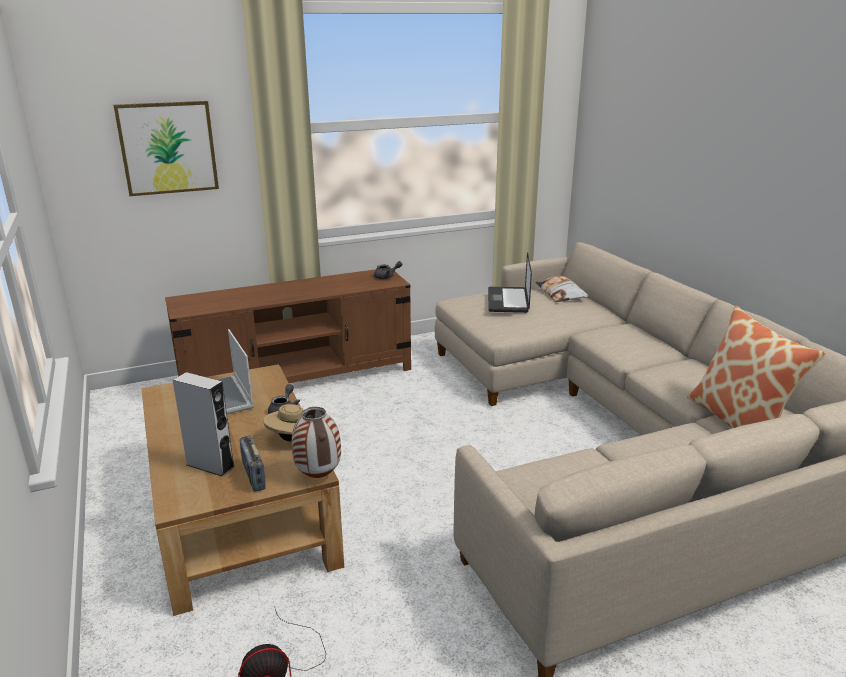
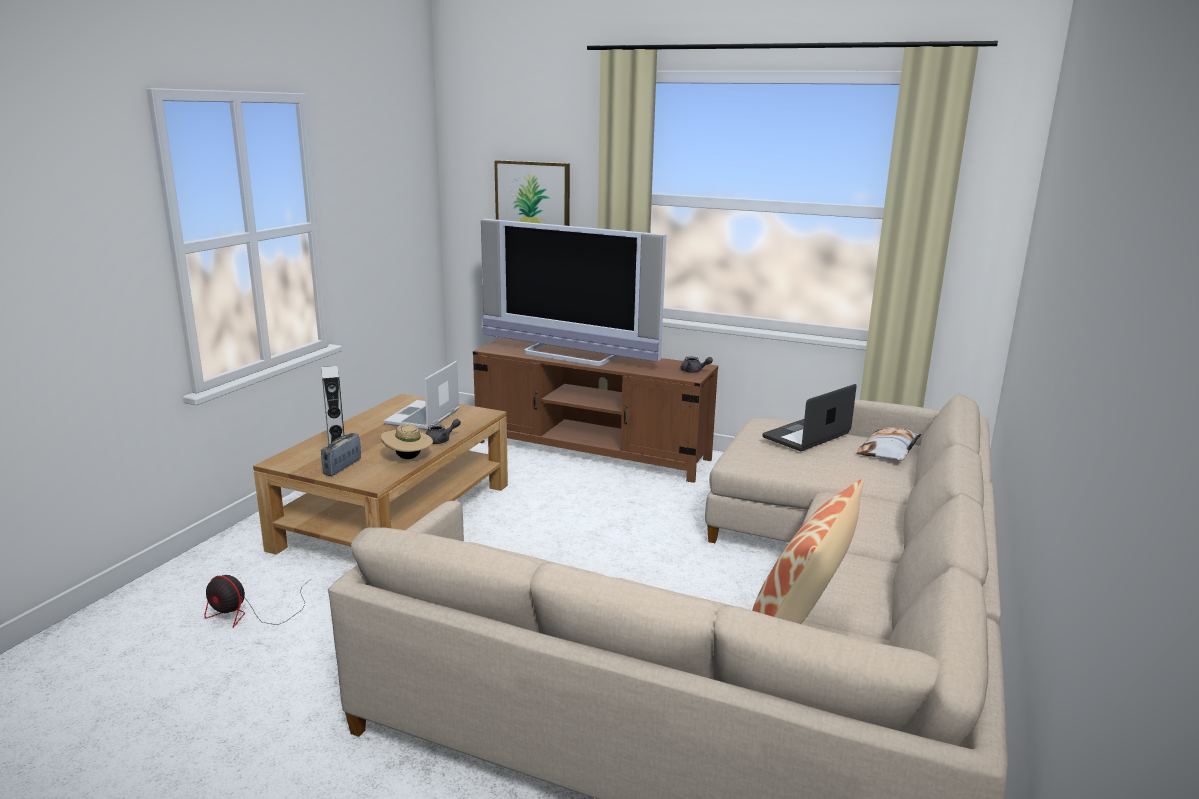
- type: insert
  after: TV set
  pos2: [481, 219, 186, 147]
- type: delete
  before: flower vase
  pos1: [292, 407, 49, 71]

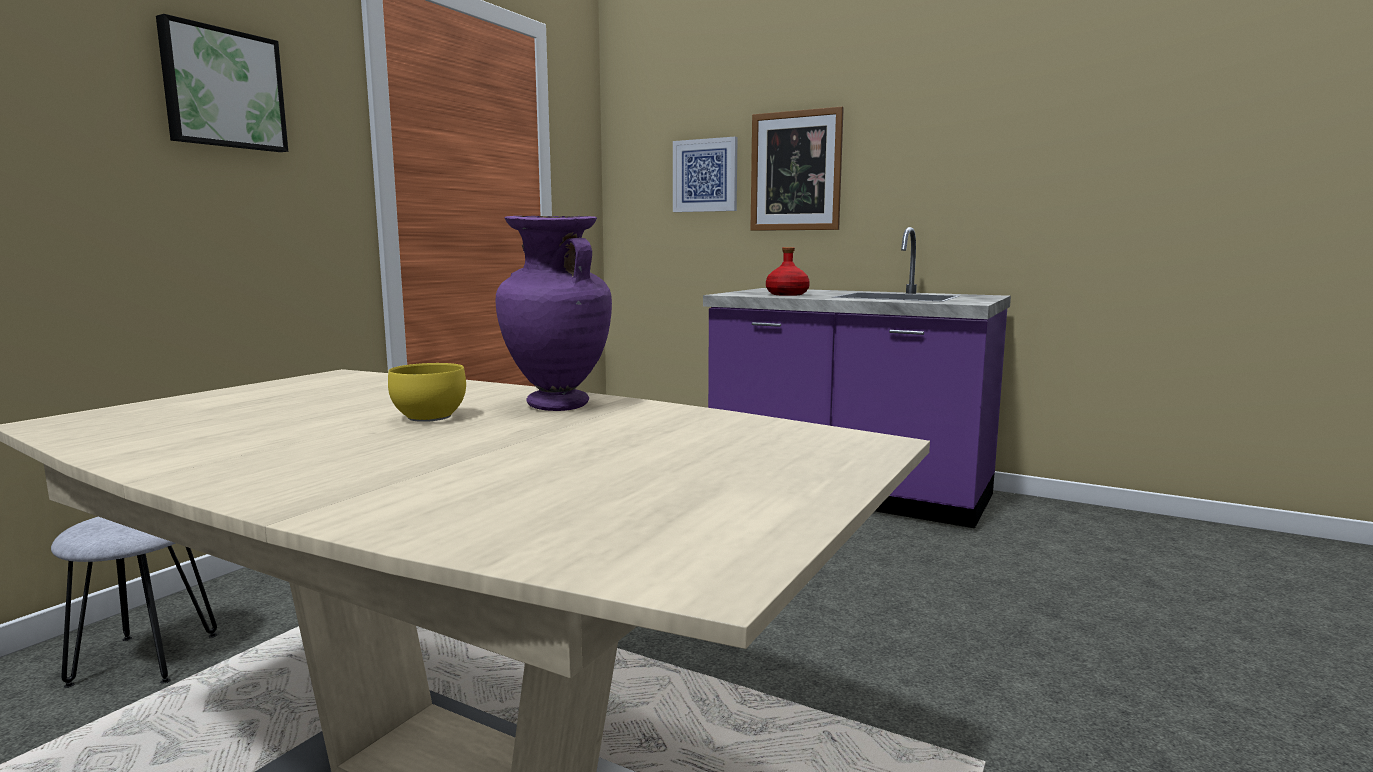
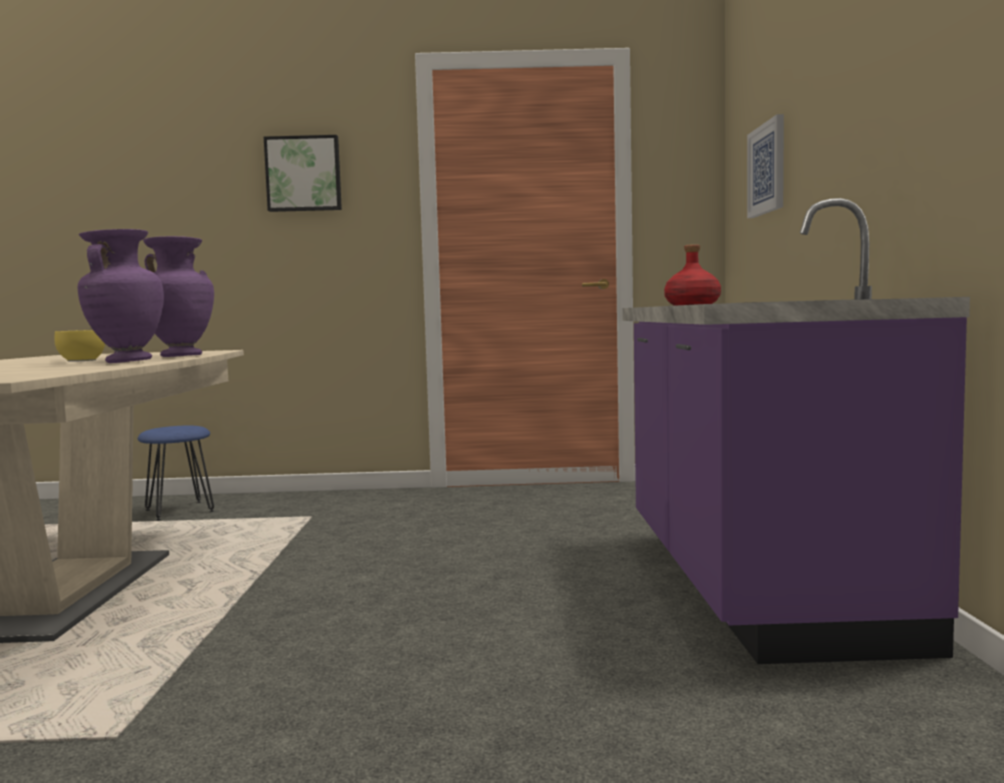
- type: recolor
  before: gray sitting stool
  after: bluish sitting stool
  pos1: [51, 517, 166, 171]
  pos2: [138, 425, 76, 96]
- type: insert
  after: purple flower vase
  pos2: [143, 236, 71, 121]
- type: delete
  before: wall art
  pos1: [750, 107, 94, 124]

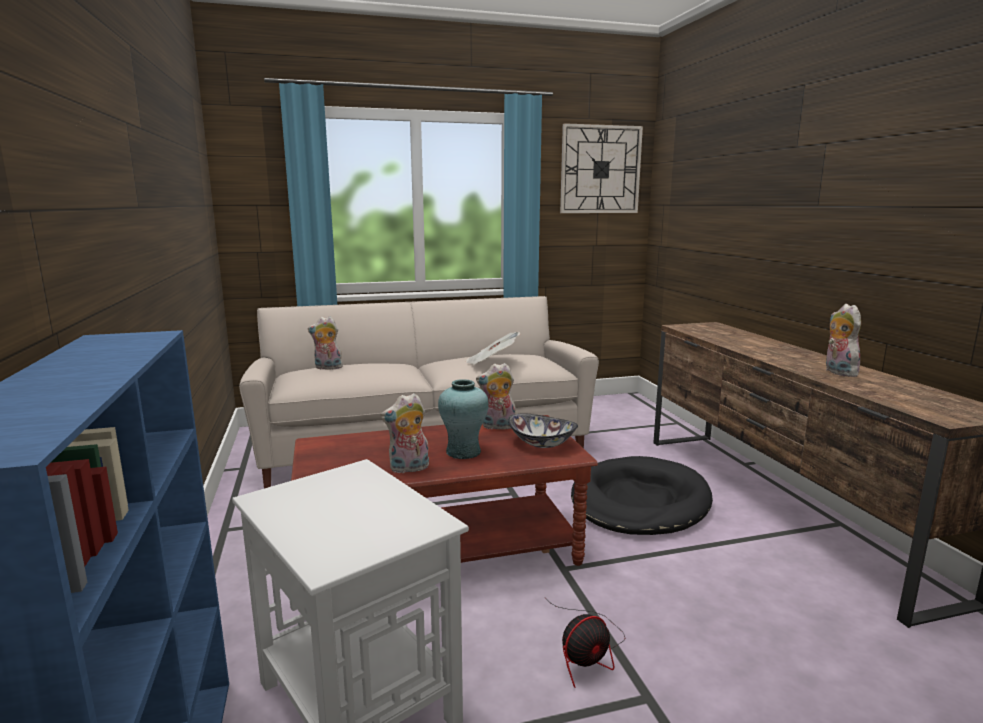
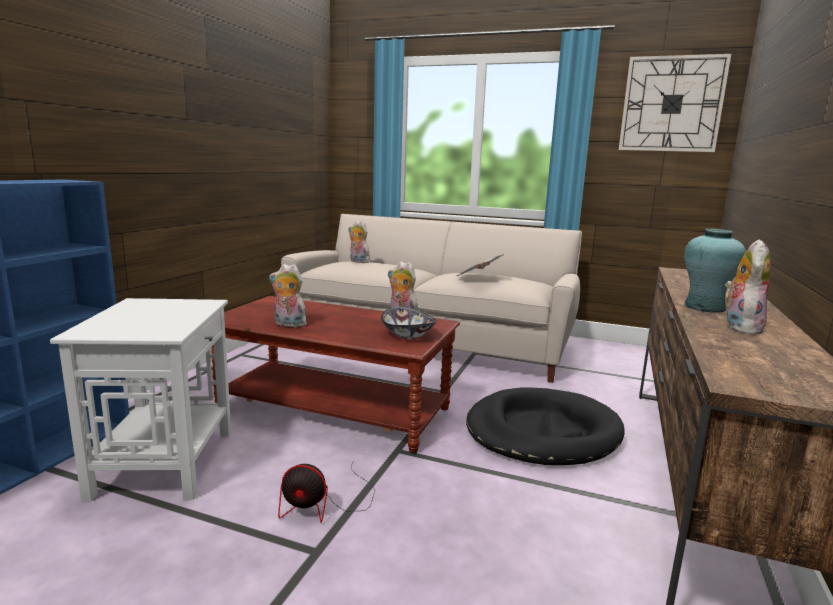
- type: move
  before: blue-green flower vase
  pos1: [438, 379, 51, 80]
  pos2: [684, 229, 62, 84]

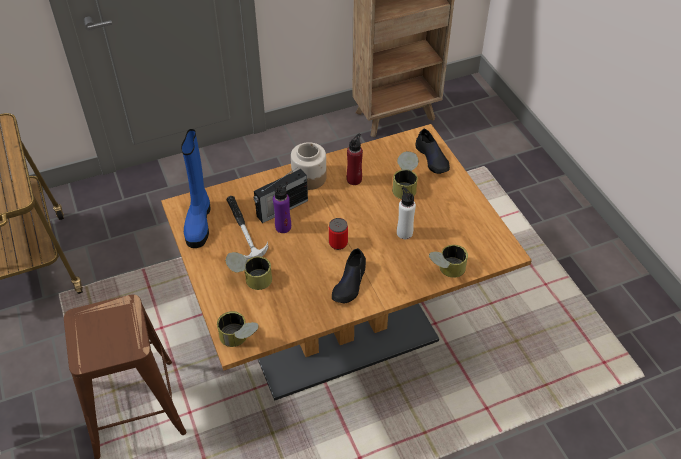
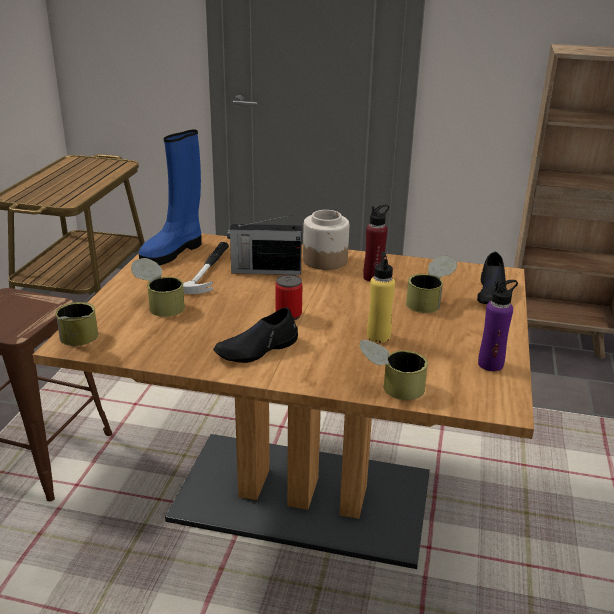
- type: recolor
  before: whitish bottle
  after: yellowish bottle
  pos1: [397, 187, 19, 52]
  pos2: [367, 252, 28, 91]
- type: move
  before: purple bottle
  pos1: [273, 182, 18, 51]
  pos2: [478, 280, 40, 91]

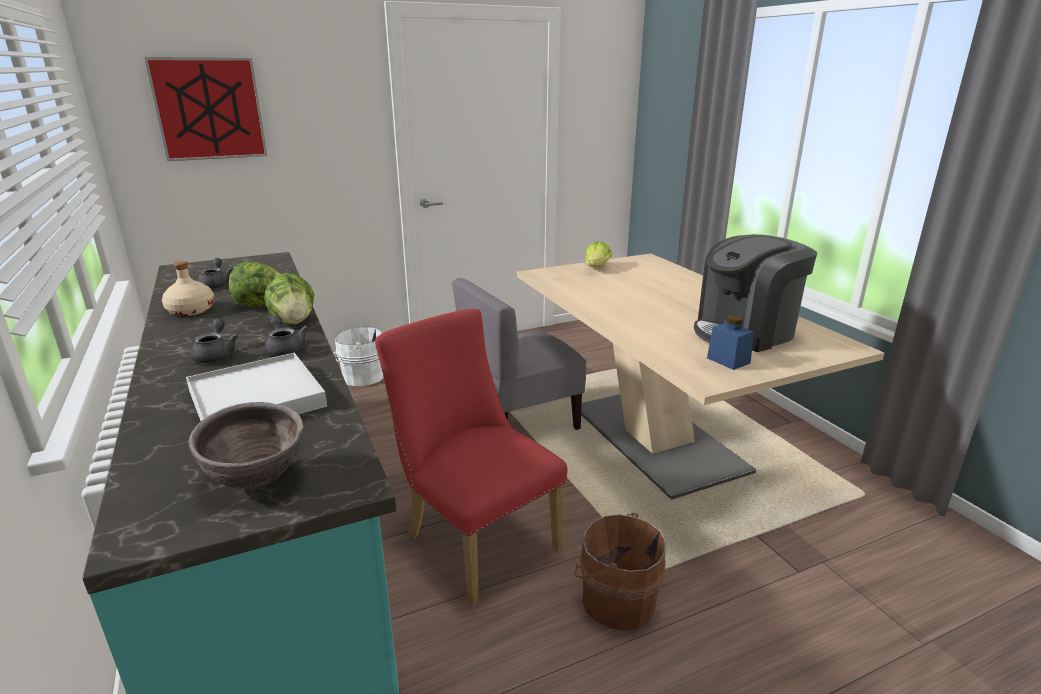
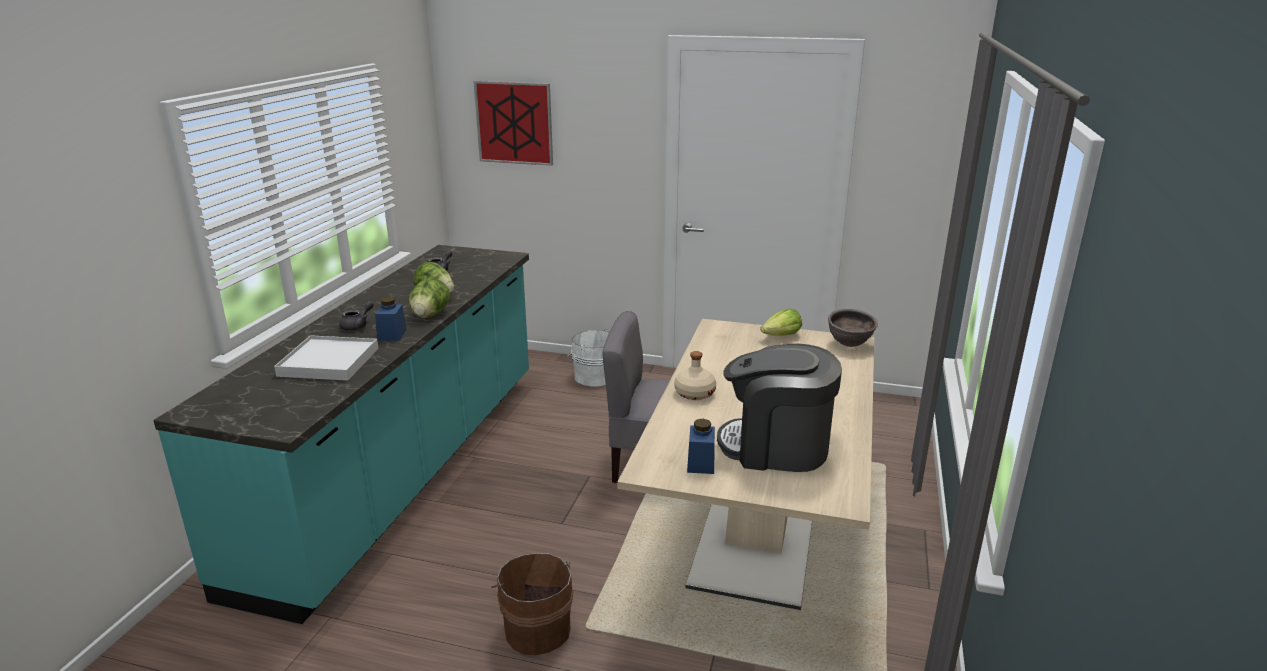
- type: replace
  before: gray pot for tea
  after: bluish jar
  pos1: [265, 315, 43, 42]
  pos2: [375, 297, 32, 44]
- type: move
  before: sand-coloured bottle
  pos1: [162, 261, 53, 55]
  pos2: [674, 351, 42, 49]
- type: move
  before: brownish bowl
  pos1: [189, 402, 115, 87]
  pos2: [828, 309, 50, 38]
- type: delete
  before: red-coloured upright chair
  pos1: [375, 309, 193, 297]

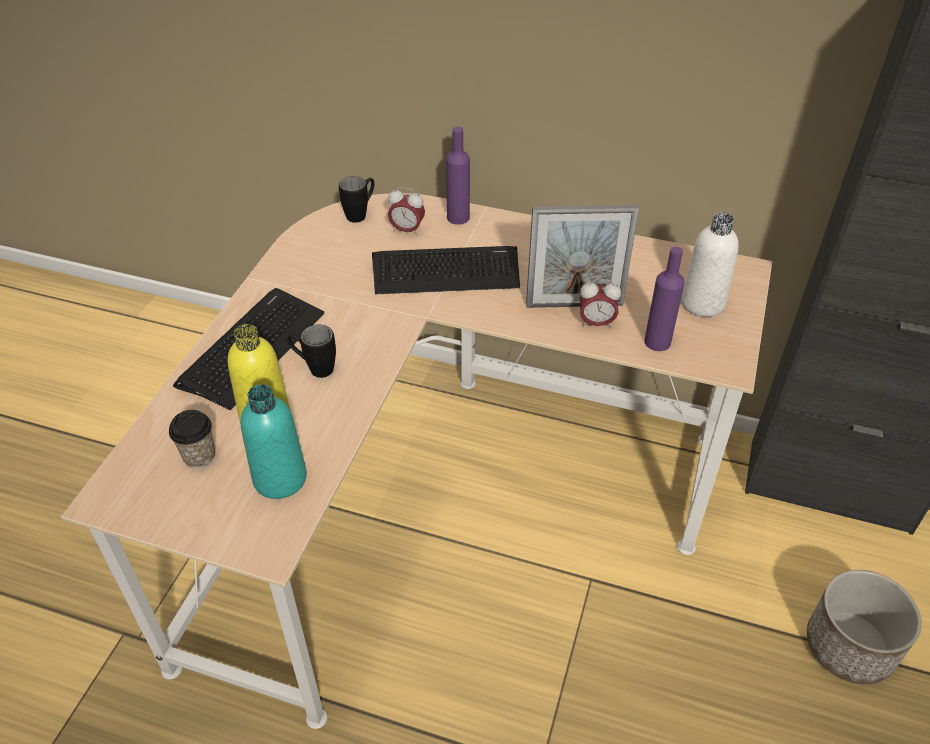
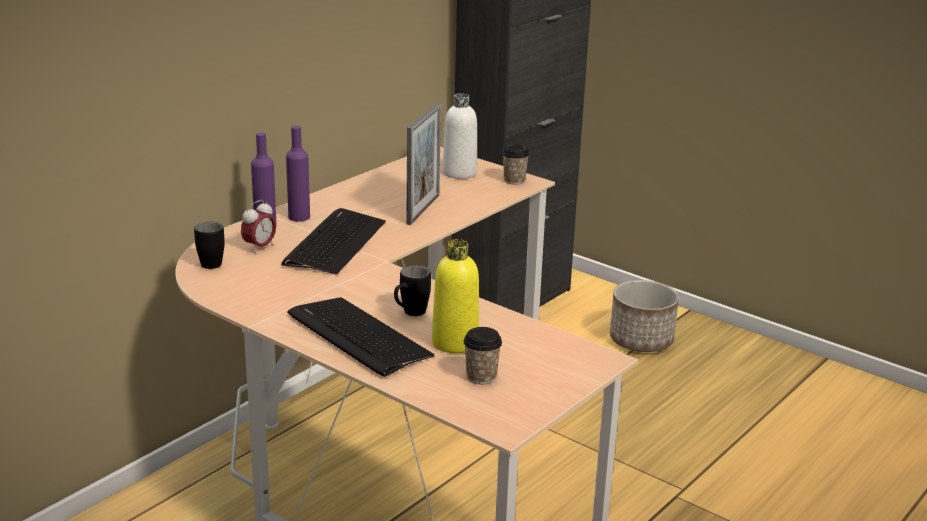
- type: move
  before: purple bottle
  pos1: [644, 247, 41, 104]
  pos2: [286, 126, 24, 96]
- type: insert
  after: cup
  pos2: [502, 144, 28, 41]
- type: delete
  before: blue-green bottle
  pos1: [241, 384, 66, 115]
- type: delete
  before: alarm clock
  pos1: [579, 279, 42, 50]

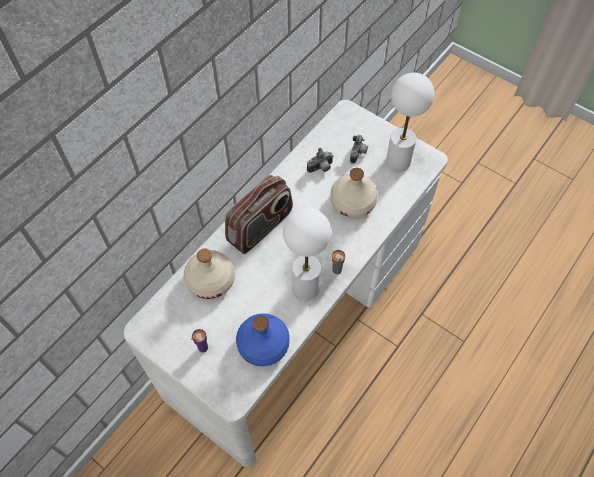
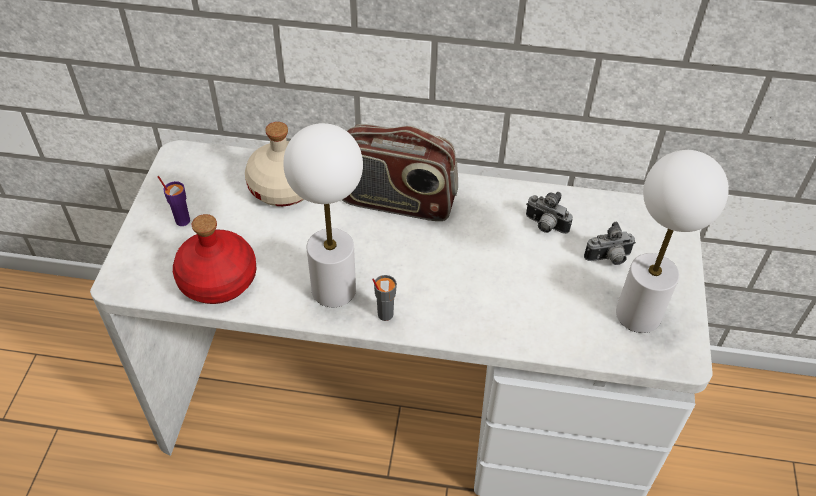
- type: recolor
  before: bluish bottle
  after: red-coloured bottle
  pos1: [236, 313, 54, 53]
  pos2: [173, 214, 83, 90]
- type: delete
  before: sand-coloured bottle
  pos1: [330, 168, 48, 49]

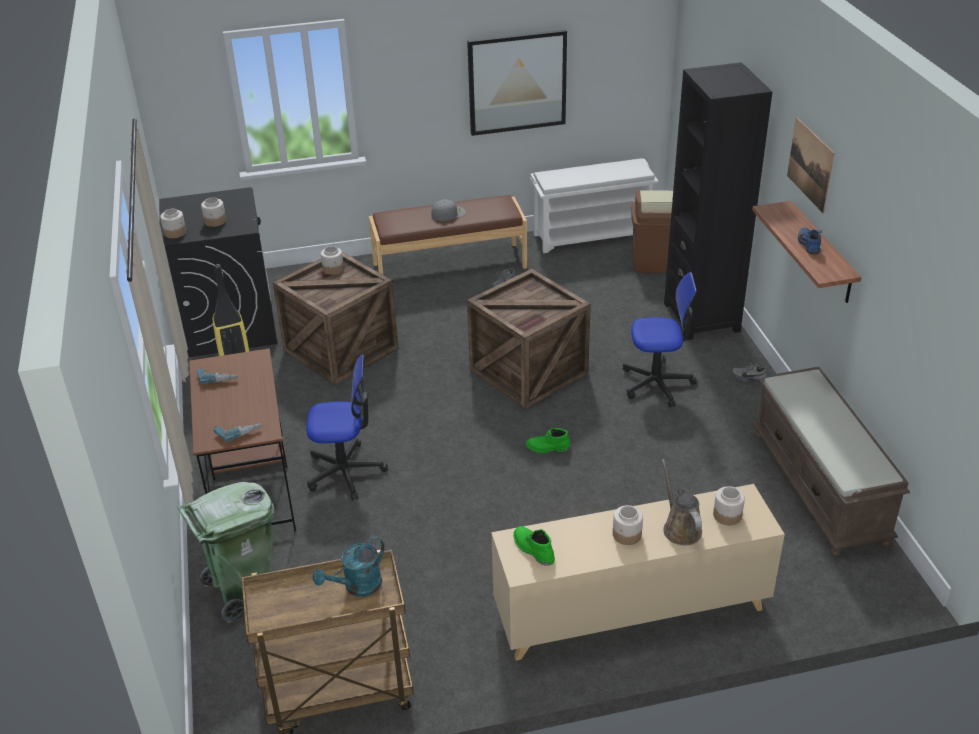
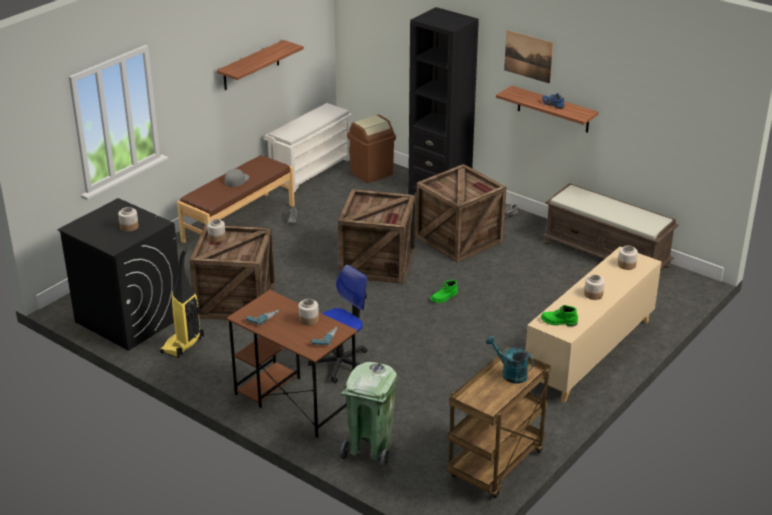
- type: replace
  before: wall art
  after: wall shelf
  pos1: [467, 29, 100, 107]
  pos2: [217, 40, 87, 50]
- type: move
  before: jar
  pos1: [160, 209, 26, 29]
  pos2: [298, 299, 21, 27]
- type: replace
  before: desk chair
  after: crate
  pos1: [623, 272, 74, 135]
  pos2: [416, 164, 90, 98]
- type: rotate
  before: blue-green sprinkling can
  pos1: [313, 537, 71, 60]
  pos2: [486, 335, 48, 49]
  turn: 120
- type: delete
  before: brownish sprinkling can
  pos1: [662, 459, 40, 86]

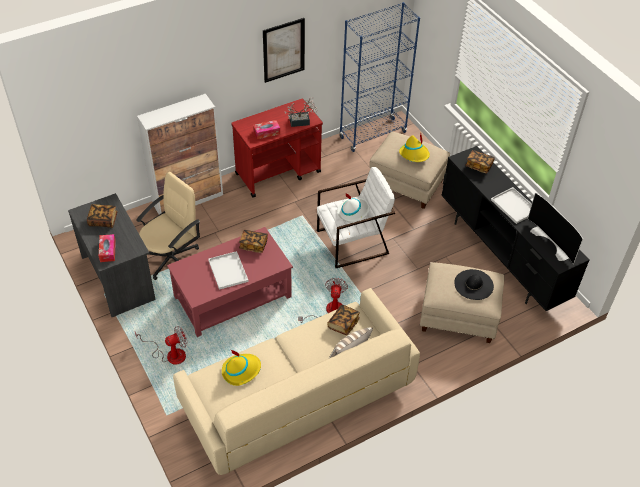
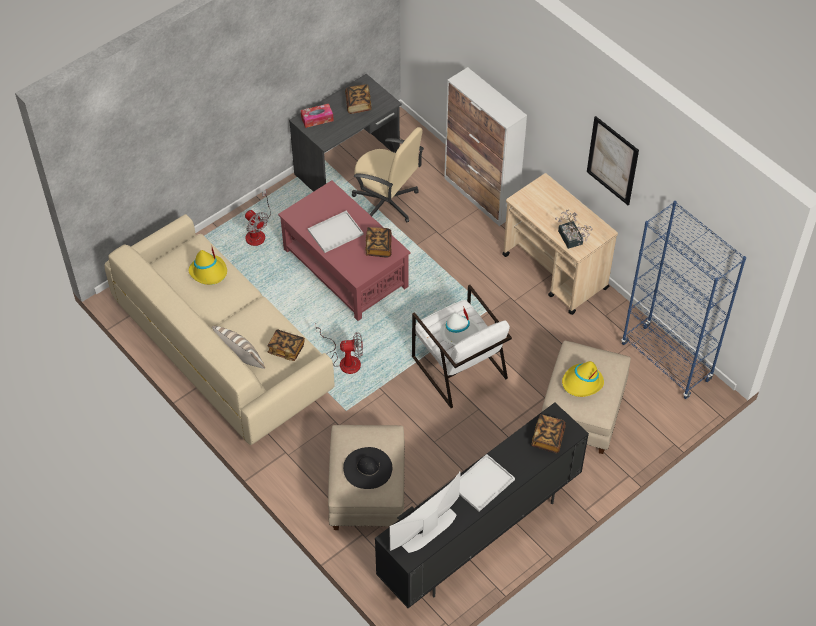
- type: recolor
  before: red-coloured cart
  after: sand-coloured cart
  pos1: [231, 98, 92, 100]
  pos2: [502, 173, 116, 142]
- type: delete
  before: tissue box
  pos1: [253, 120, 27, 19]

